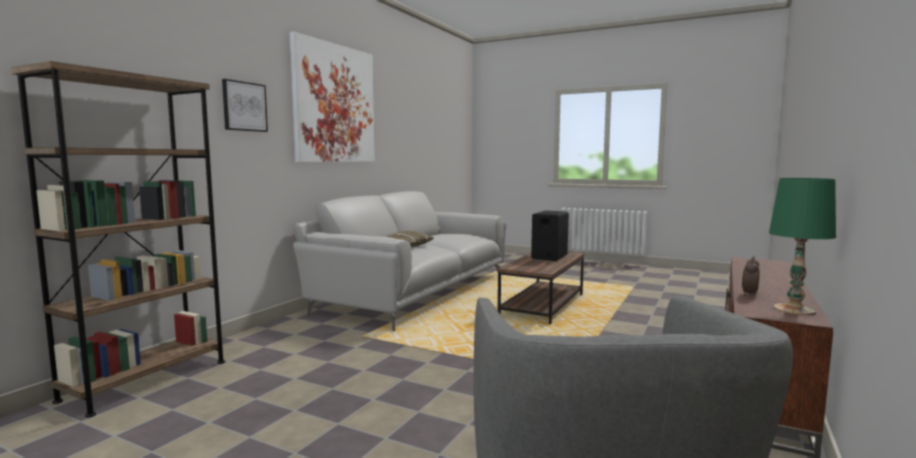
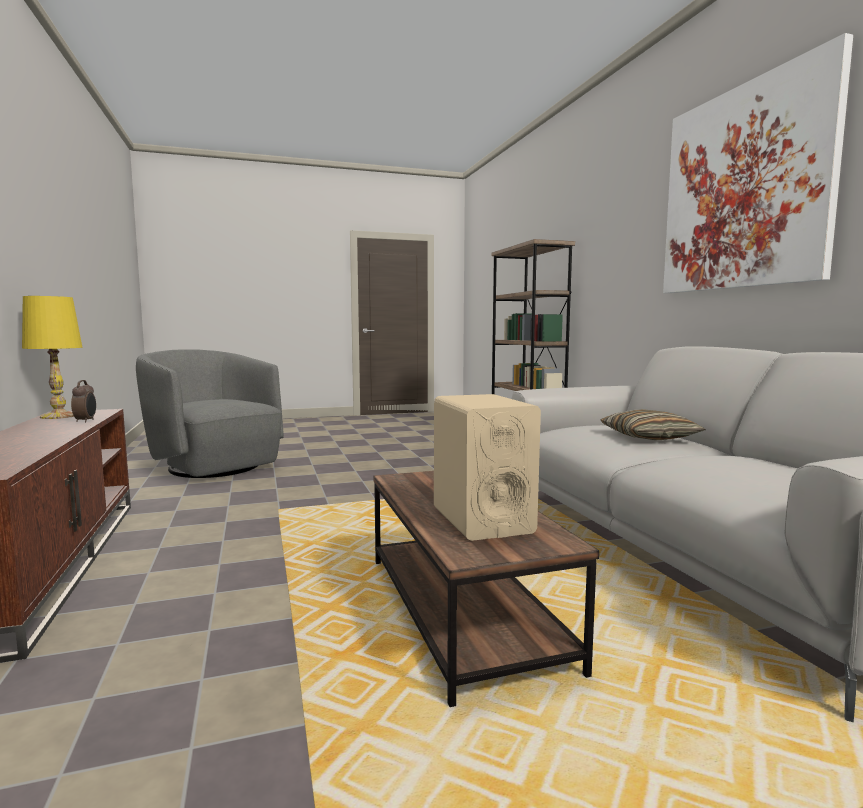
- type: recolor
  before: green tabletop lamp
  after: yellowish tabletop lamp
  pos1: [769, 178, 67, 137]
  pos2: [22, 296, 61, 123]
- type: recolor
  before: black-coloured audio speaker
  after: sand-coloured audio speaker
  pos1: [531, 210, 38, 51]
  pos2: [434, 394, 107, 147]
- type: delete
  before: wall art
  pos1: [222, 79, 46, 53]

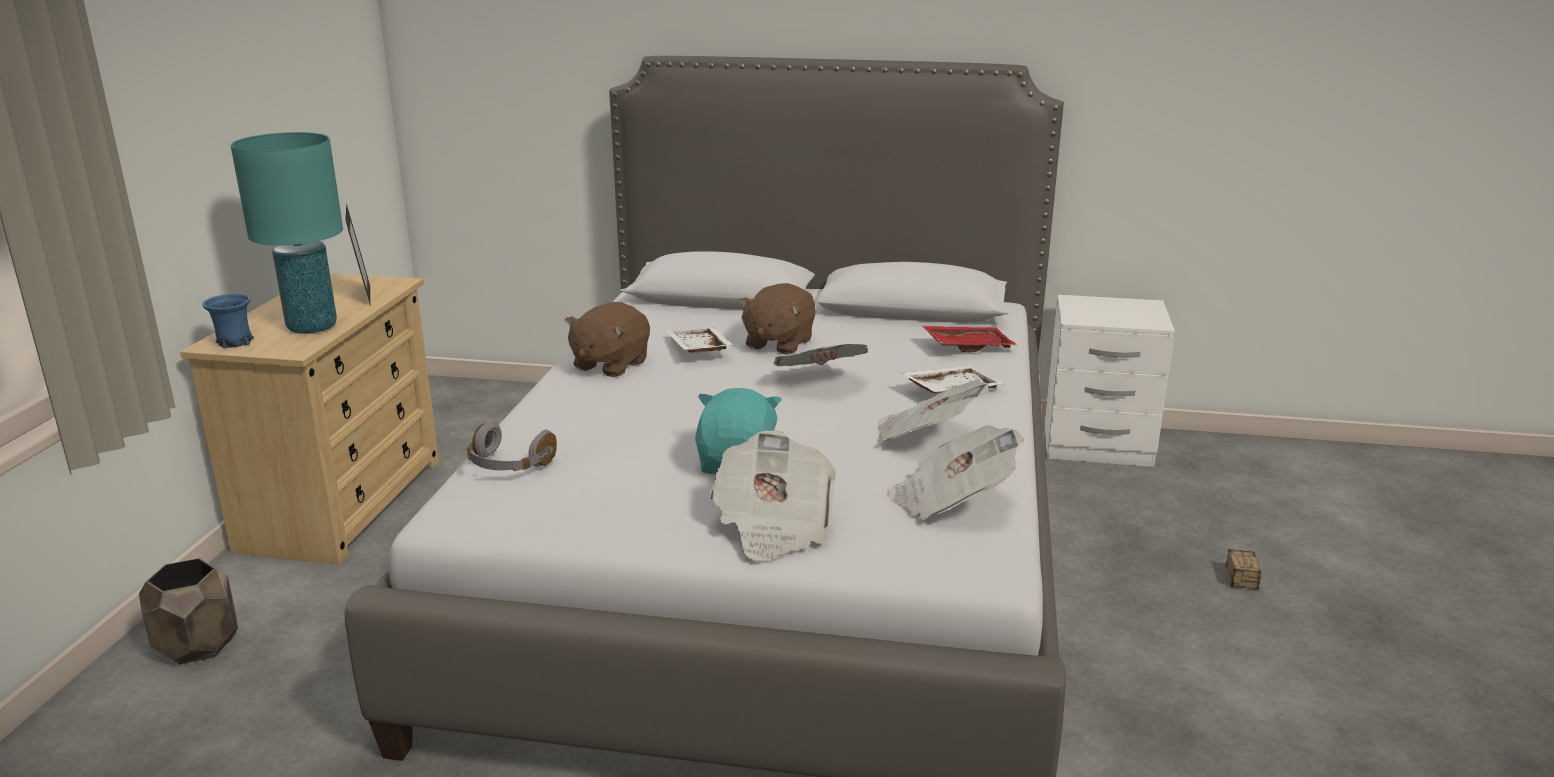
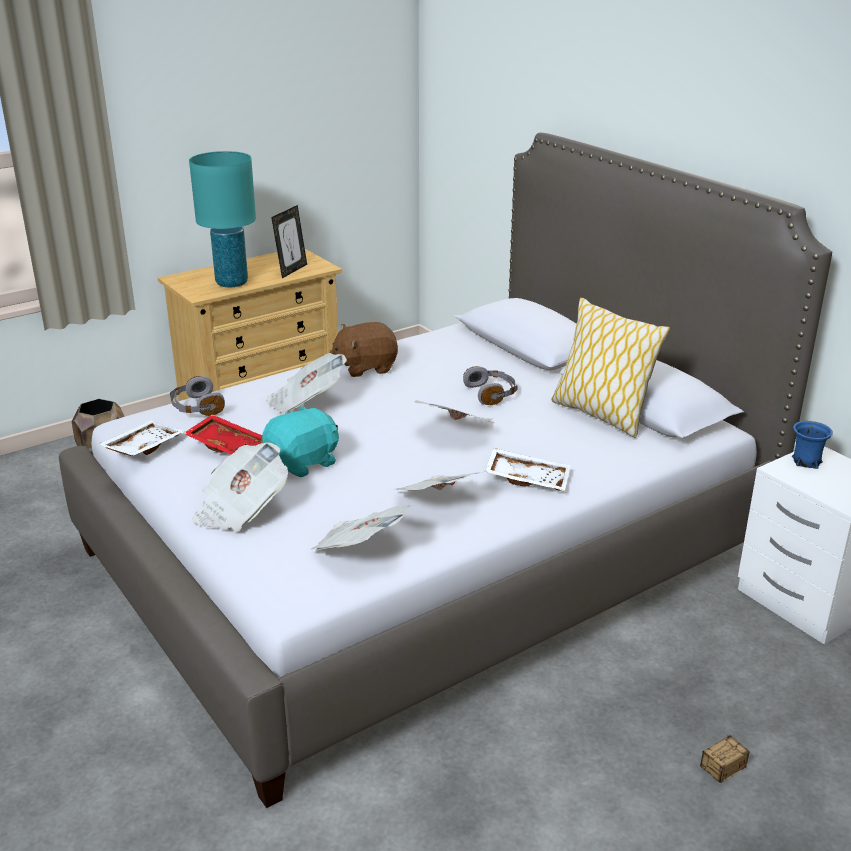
- type: move
  before: whitish carrying tray
  pos1: [667, 327, 66, 26]
  pos2: [98, 420, 87, 36]
- type: move
  before: red-coloured carrying tray
  pos1: [922, 326, 95, 27]
  pos2: [183, 414, 80, 41]
- type: insert
  after: newspaper
  pos2: [266, 353, 81, 61]
- type: replace
  before: brownish soft toy
  after: gray headset
  pos1: [739, 283, 77, 72]
  pos2: [463, 366, 55, 39]
- type: insert
  after: cushion
  pos2: [551, 298, 119, 140]
- type: move
  before: bluish coffee mug
  pos1: [202, 294, 52, 54]
  pos2: [792, 421, 41, 48]

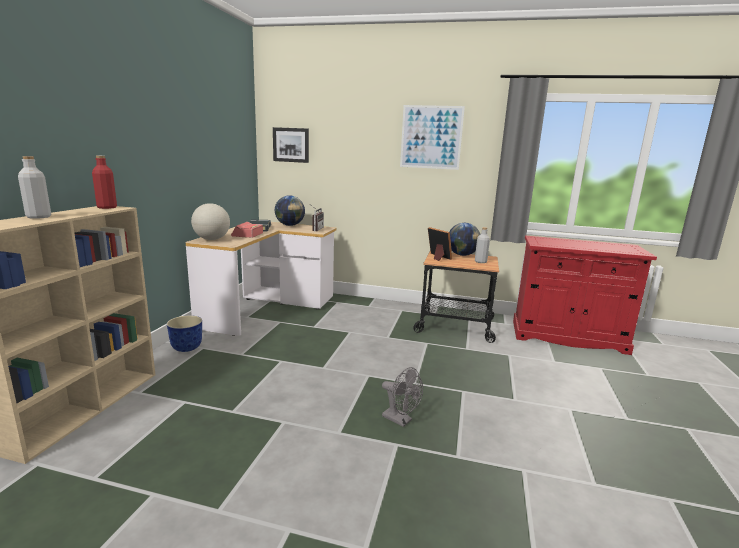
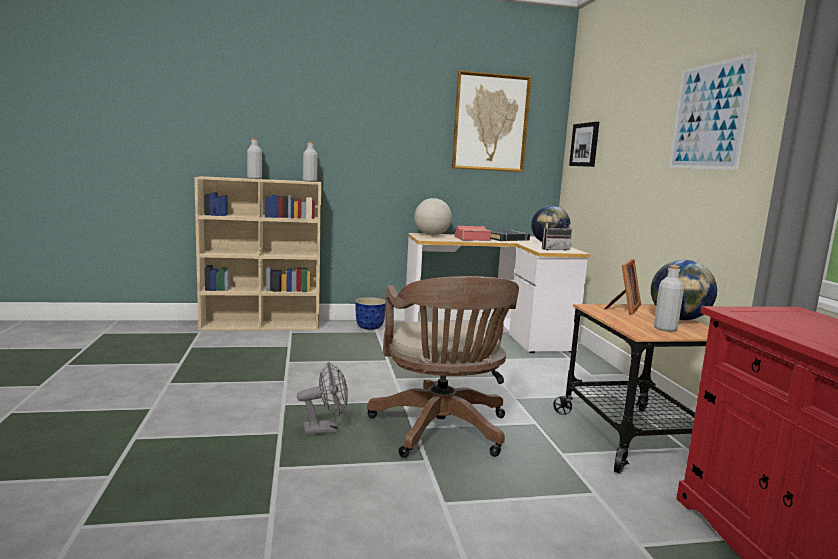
- type: rotate
  before: gray electric fan
  pos1: [382, 367, 41, 60]
  pos2: [297, 362, 51, 73]
  turn: -120
- type: recolor
  before: red-coloured bottle
  after: gray bottle
  pos1: [92, 156, 25, 53]
  pos2: [303, 141, 15, 41]
- type: insert
  after: brownish desk chair
  pos2: [367, 276, 152, 182]
- type: insert
  after: wall art
  pos2: [452, 71, 80, 101]

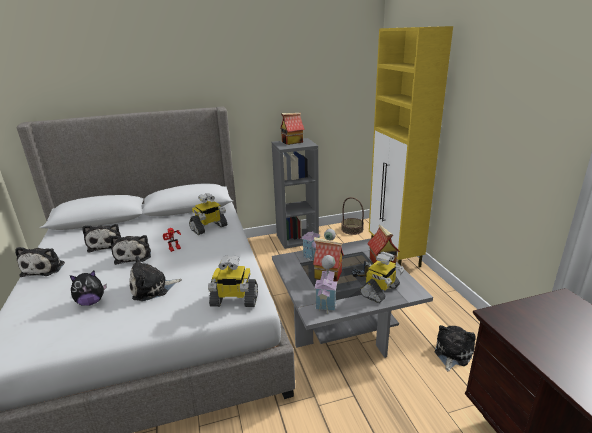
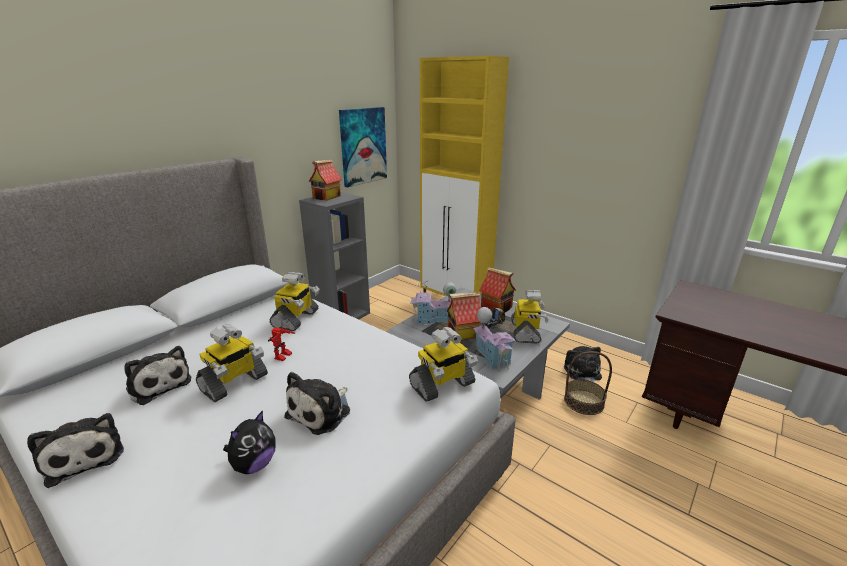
- type: replace
  before: soft toy
  after: toy robot
  pos1: [110, 235, 41, 30]
  pos2: [196, 324, 72, 78]
- type: insert
  after: wall art
  pos2: [339, 107, 48, 80]
- type: move
  before: household basket
  pos1: [341, 197, 23, 38]
  pos2: [564, 351, 48, 64]

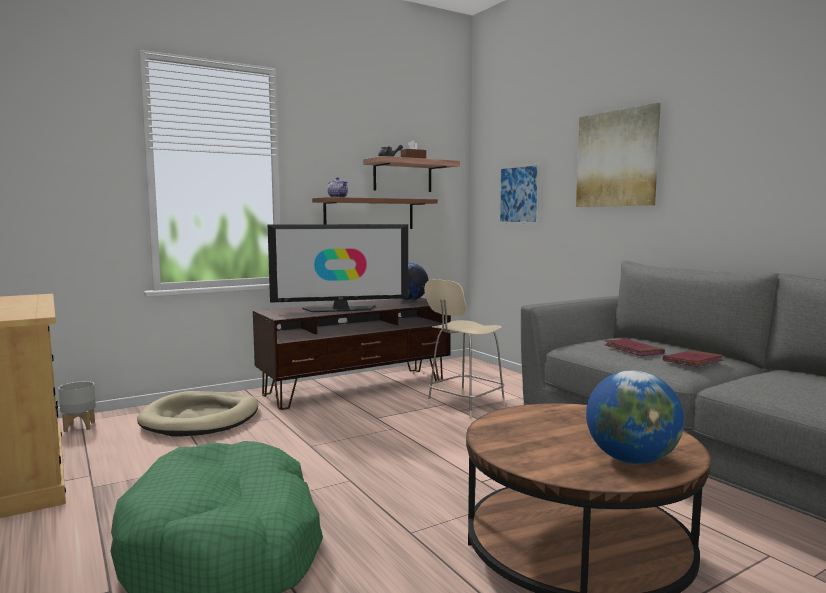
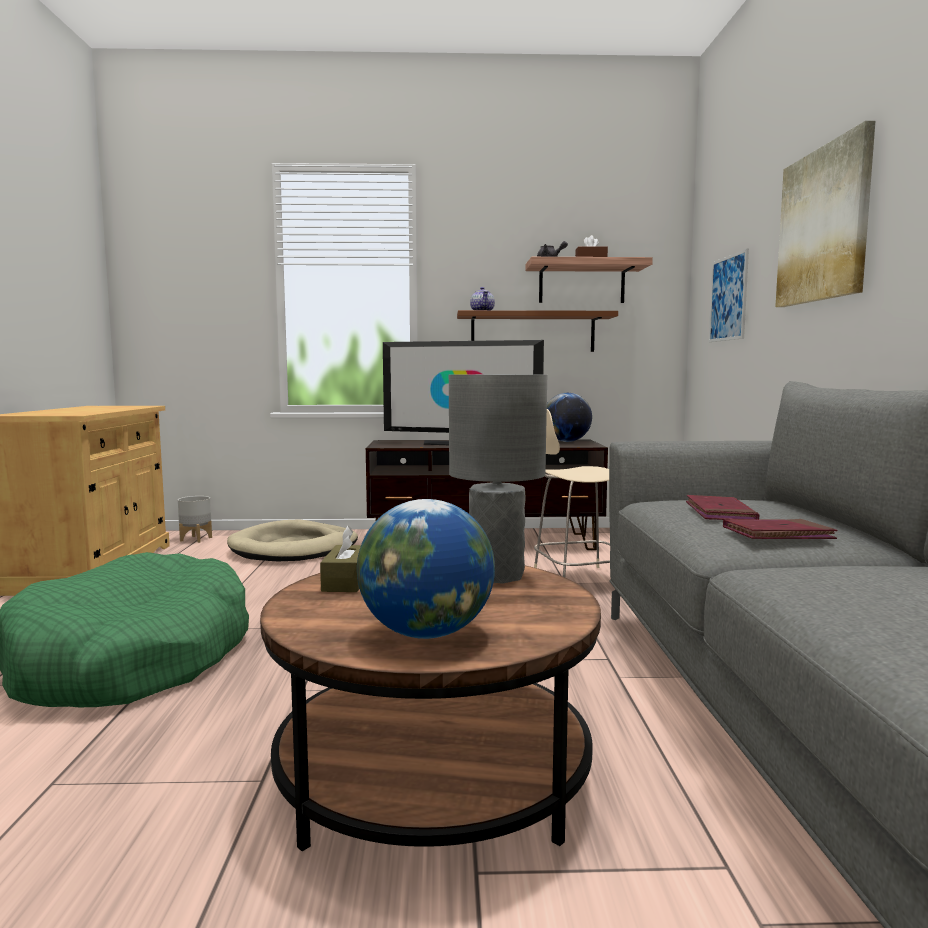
- type: insert
  after: brownish tissue box
  pos2: [320, 526, 41, 66]
- type: insert
  after: gray tabletop lamp
  pos2: [449, 374, 98, 210]

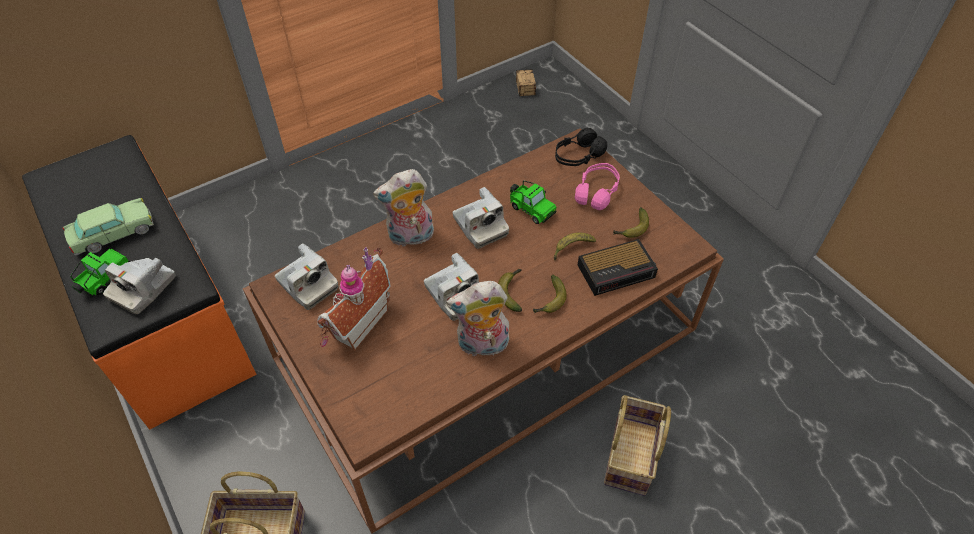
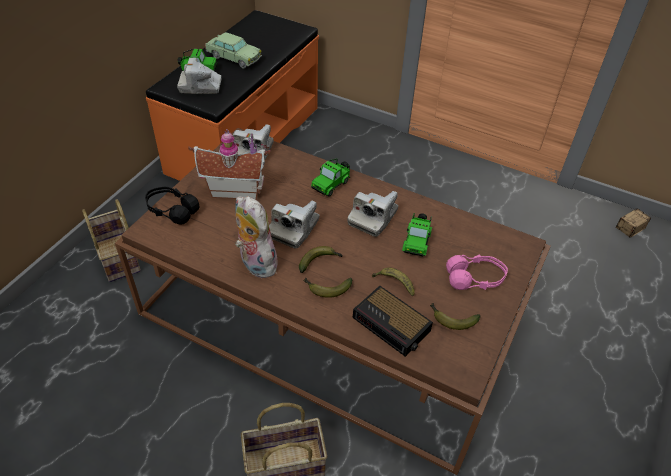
- type: move
  before: black-coloured headset
  pos1: [555, 128, 52, 38]
  pos2: [145, 187, 54, 38]
- type: replace
  before: soft toy
  after: model car
  pos1: [373, 169, 61, 78]
  pos2: [311, 159, 39, 38]

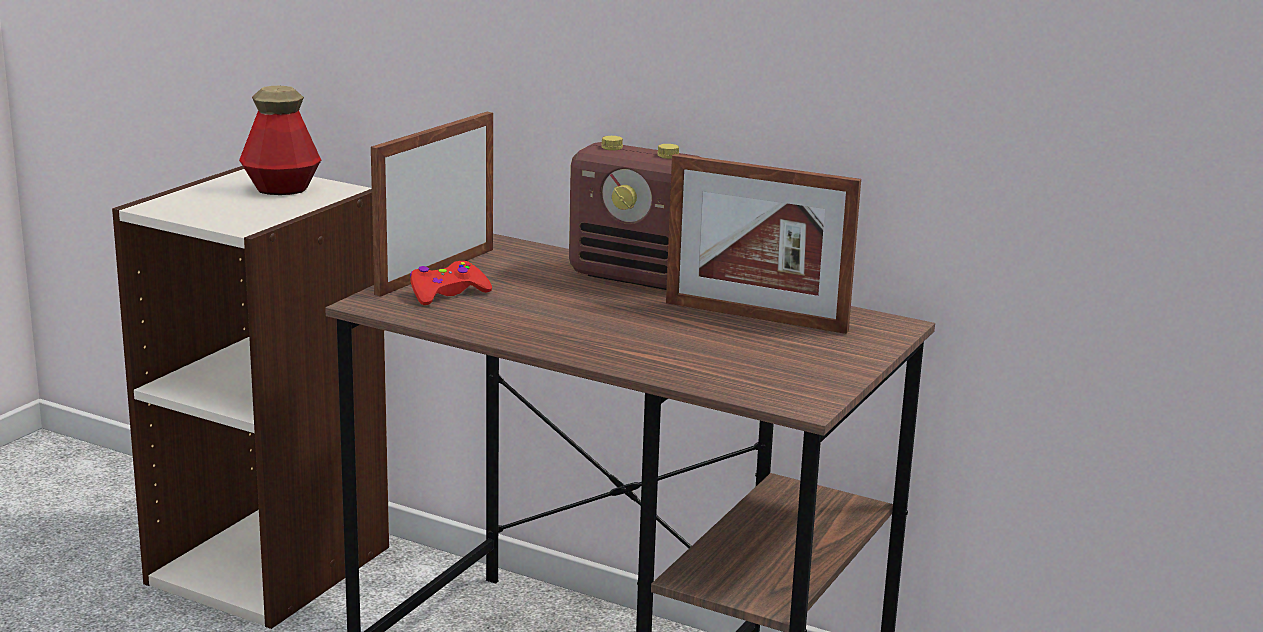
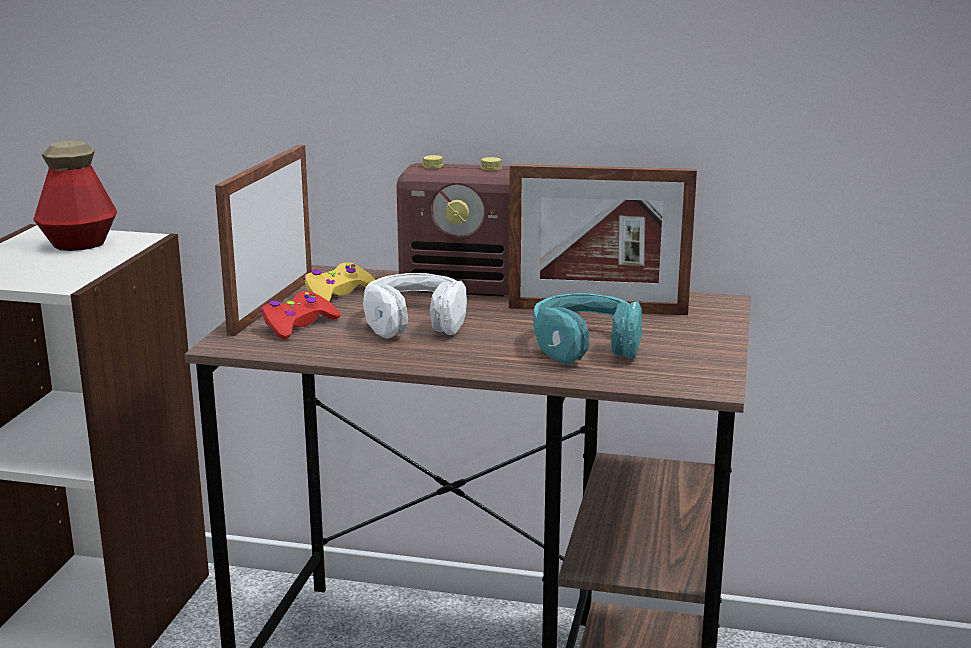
- type: insert
  after: yellowish game controller
  pos2: [303, 262, 72, 40]
- type: insert
  after: whitish headset
  pos2: [363, 273, 104, 66]
- type: insert
  after: blue-green headset
  pos2: [533, 293, 109, 72]

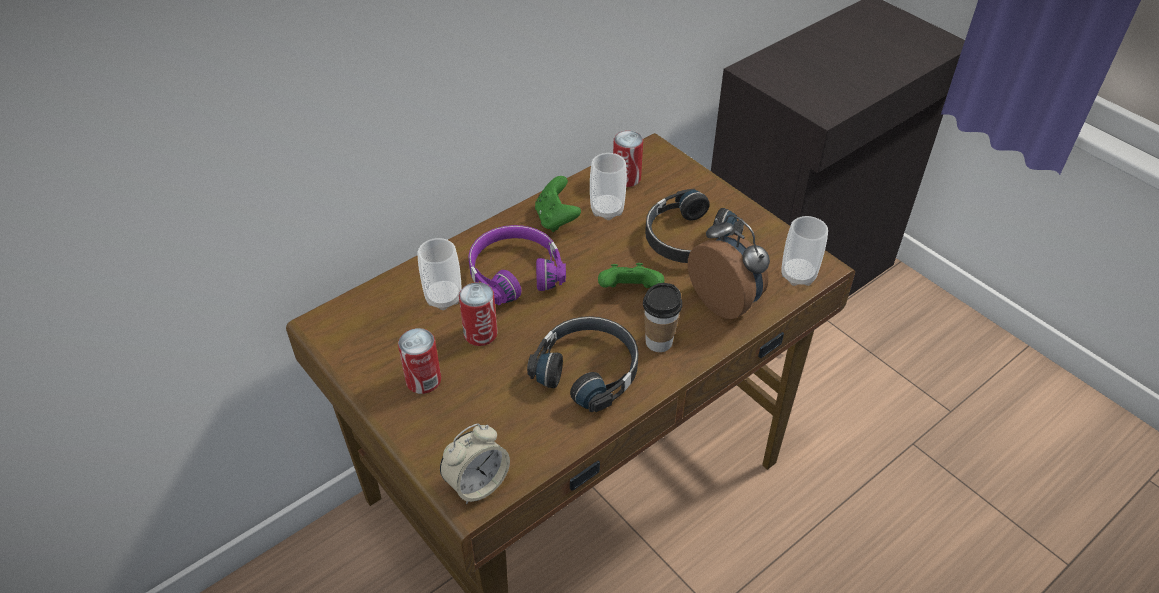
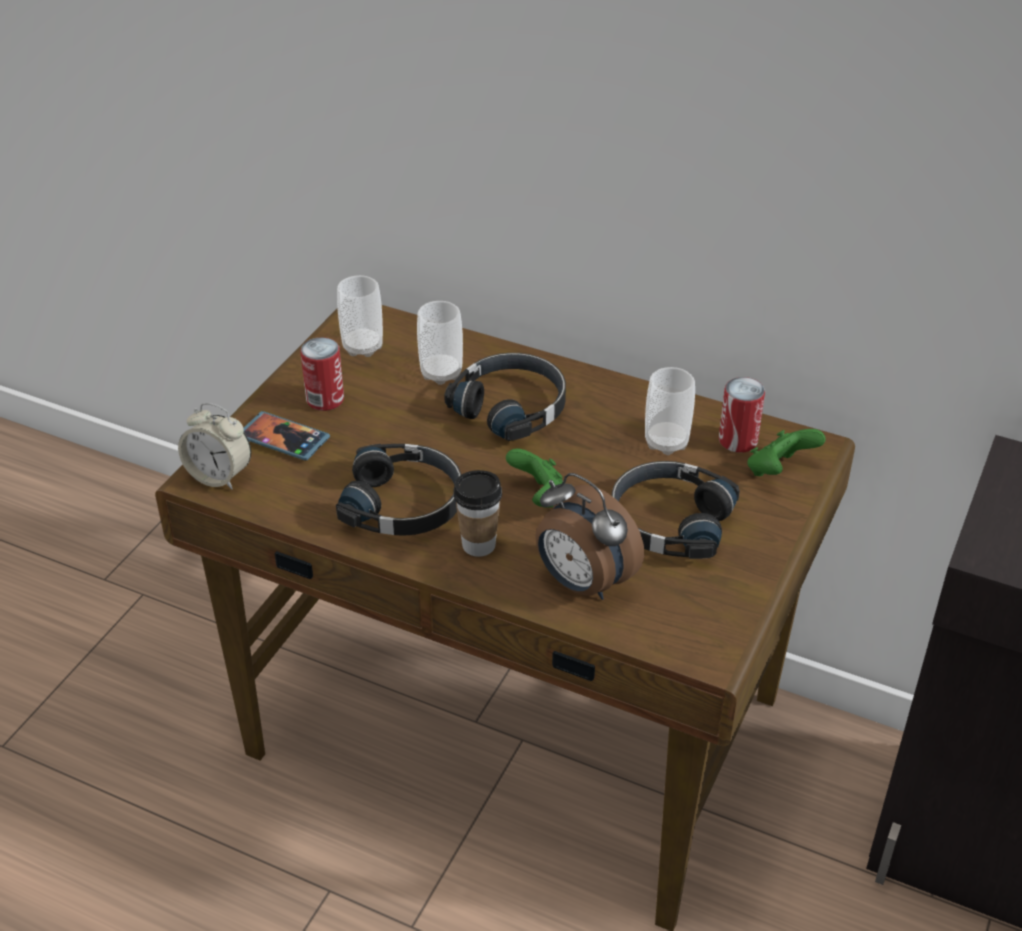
- type: insert
  after: telephone
  pos2: [244, 411, 86, 49]
- type: move
  before: cup
  pos1: [781, 216, 47, 70]
  pos2: [337, 275, 46, 82]
- type: recolor
  before: purple headset
  after: black-coloured headset
  pos1: [469, 225, 97, 80]
  pos2: [444, 353, 122, 88]
- type: rotate
  before: alarm clock
  pos1: [688, 214, 82, 105]
  pos2: [535, 473, 109, 127]
  turn: 105
- type: move
  before: green game controller
  pos1: [535, 176, 46, 56]
  pos2: [748, 429, 78, 47]
- type: delete
  before: can
  pos1: [459, 282, 39, 64]

